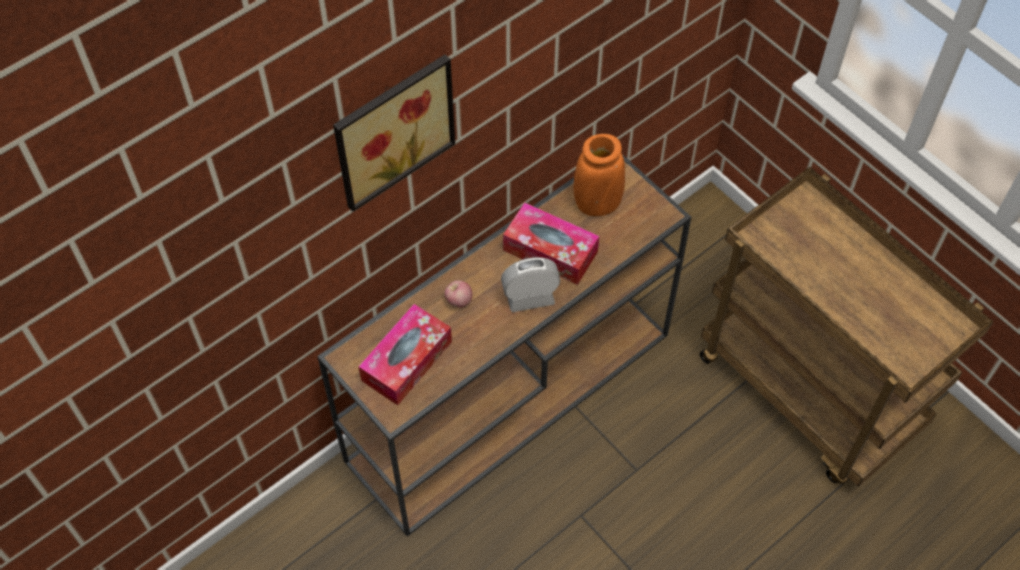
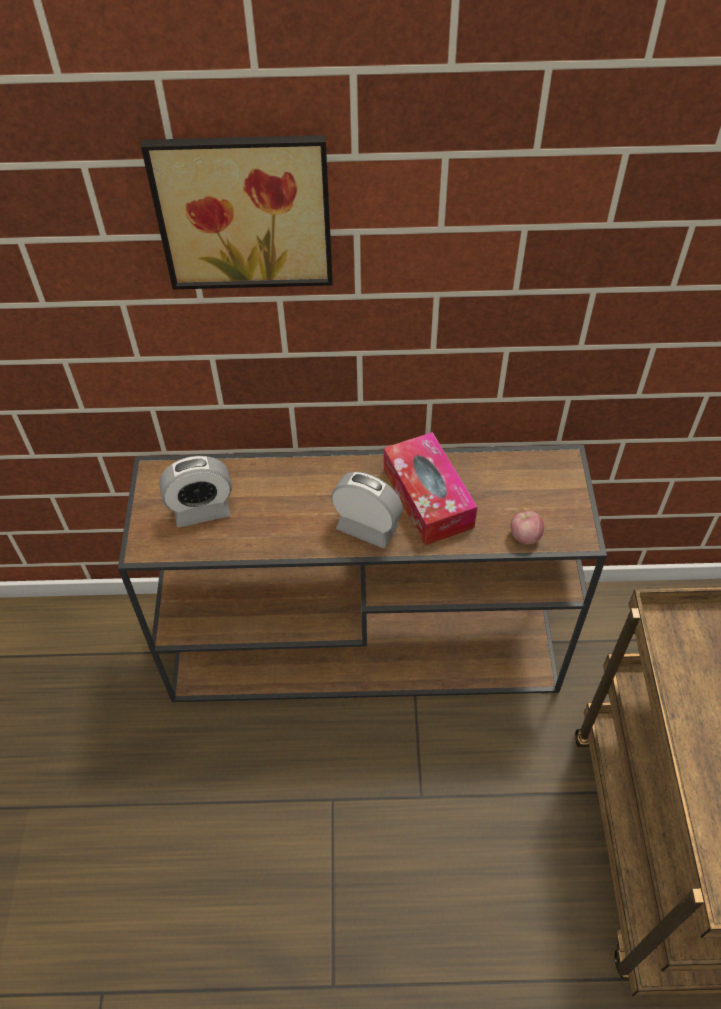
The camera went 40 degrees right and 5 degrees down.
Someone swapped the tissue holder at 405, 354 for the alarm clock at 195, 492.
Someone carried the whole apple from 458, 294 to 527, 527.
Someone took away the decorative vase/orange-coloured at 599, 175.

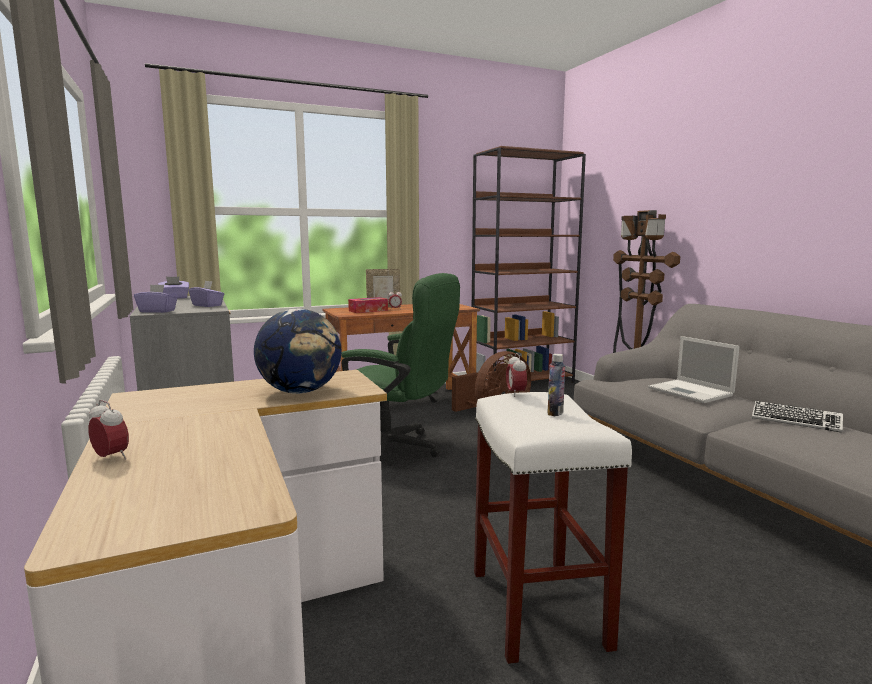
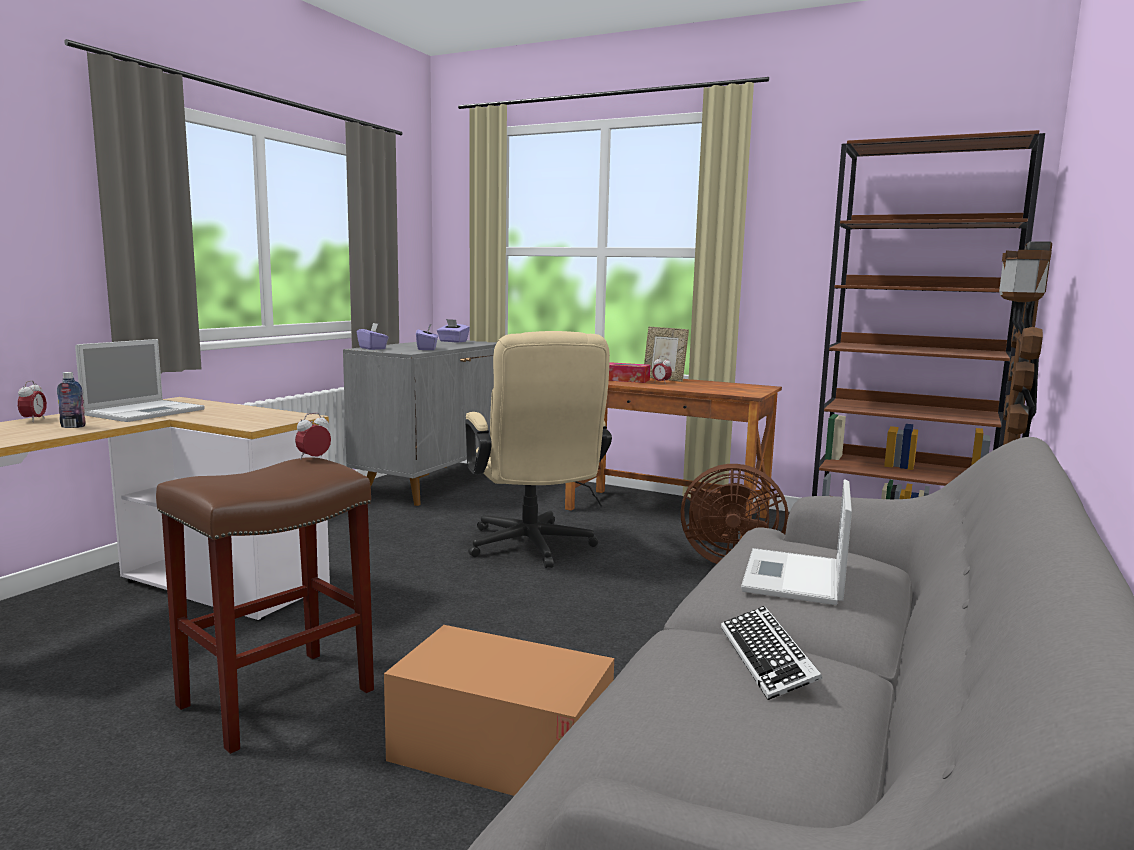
The camera went 50 degrees right and 0 degrees up.
Someone carried the drink bottle from 556, 385 to 71, 400.
Someone put down the laptop at 140, 380.
Someone repainted the sitting stool/whitish at 553, 528, which became the sitting stool/brown-coloured at 265, 605.
Someone put down the packing box at 499, 710.
Someone repainted the office chair/greenish at 400, 365, which became the office chair/beige-coloured at 538, 449.
Someone took away the desk globe at 297, 351.

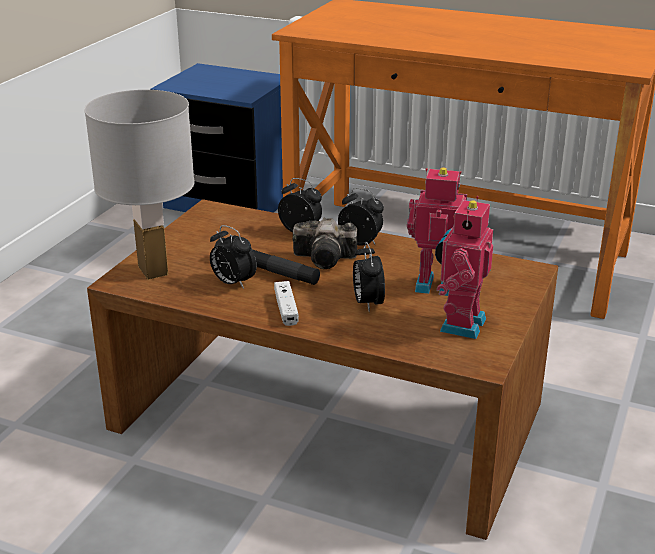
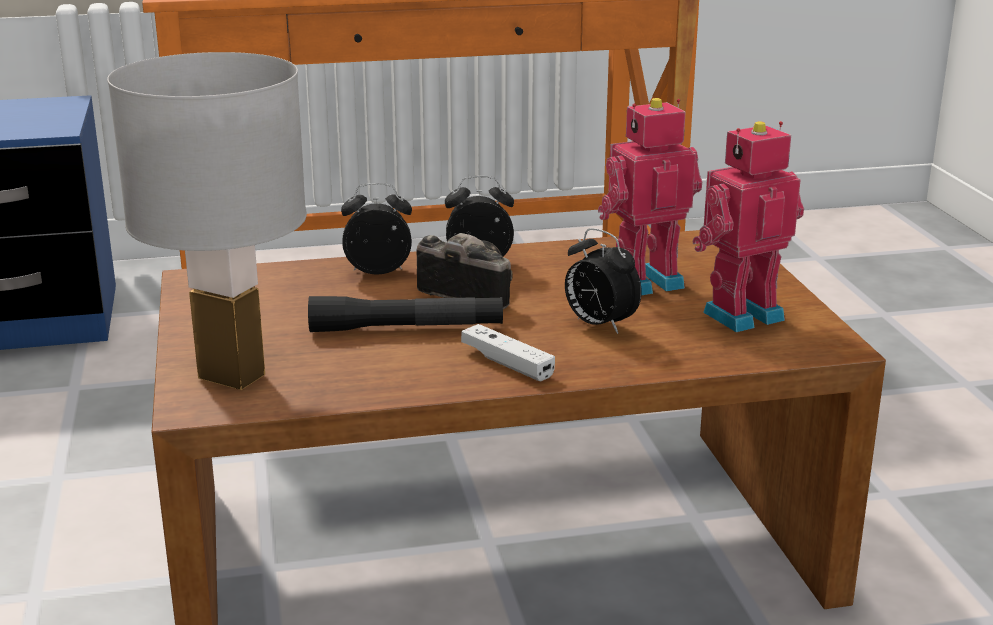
The camera went 35 degrees left and 5 degrees down.
Someone rotated the photo camera at 324, 243 by 120 degrees counterclockwise.
Someone rotated the robot figure at 464, 267 by 75 degrees clockwise.
Someone took away the alarm clock at 233, 257.

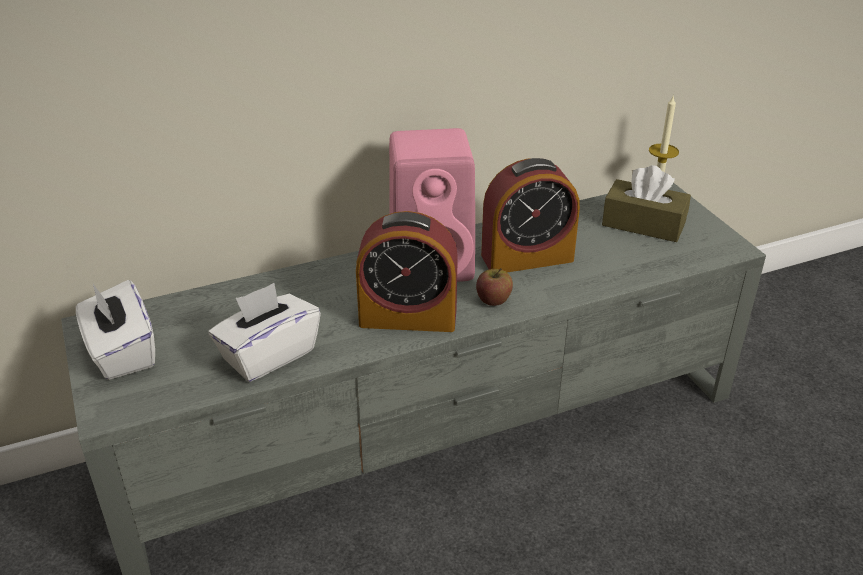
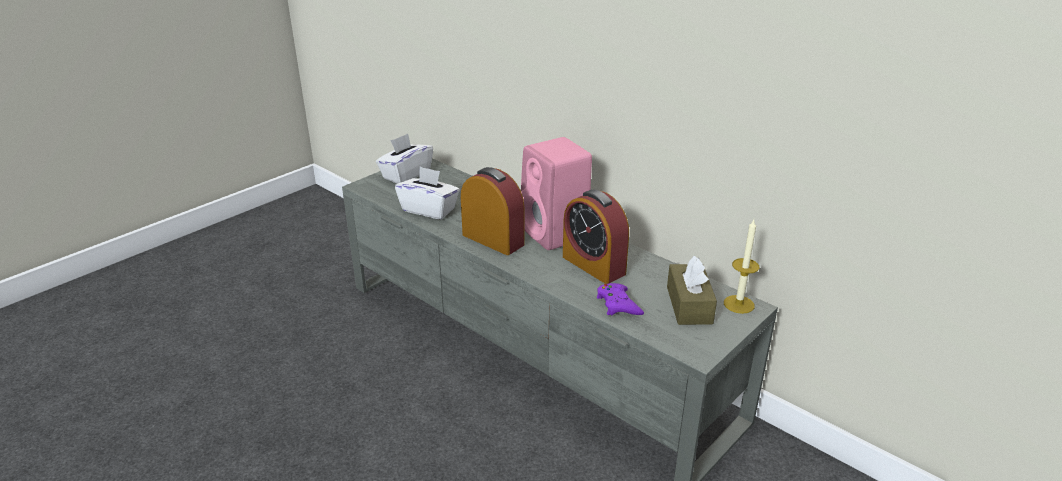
The camera went 65 degrees right and 5 degrees down.
Someone rotated the alarm clock at 407, 271 by 150 degrees clockwise.
Someone put down the joypad/purple at 620, 299.
Someone took away the whole apple at 494, 287.

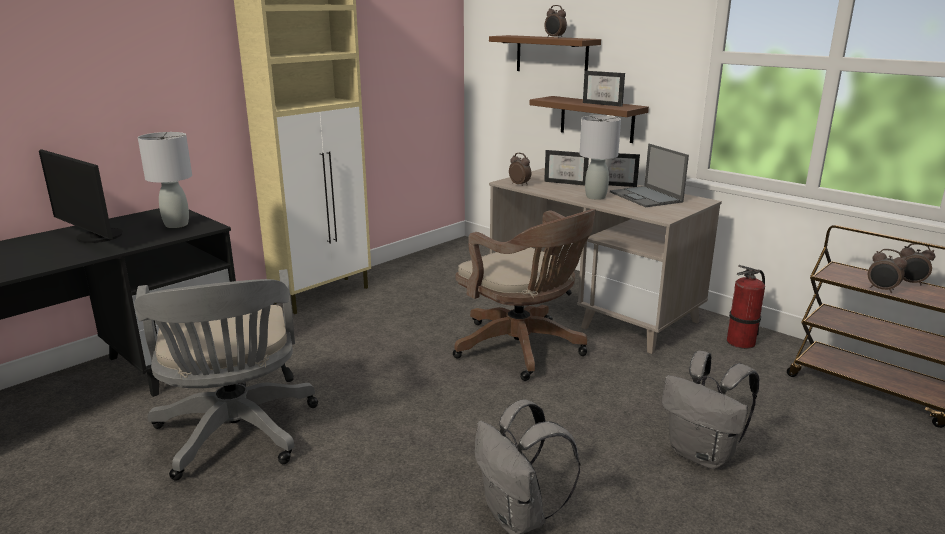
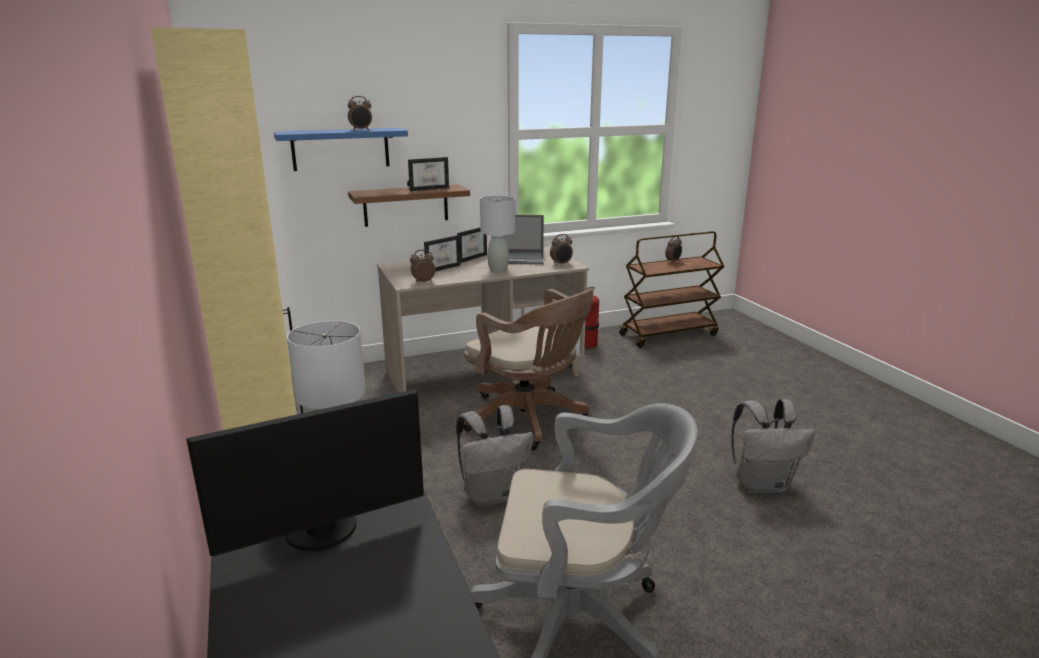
The camera went 65 degrees left and 0 degrees up.
Someone repainted the shelf/brown-coloured at 545, 53, which became the shelf/bluish at 341, 149.
Someone carried the knapsack/gray from 710, 410 to 494, 456.
Someone rotated the office chair/brown-coloured at 524, 295 by 60 degrees clockwise.
Someone carried the alarm clock from 887, 271 to 561, 249.

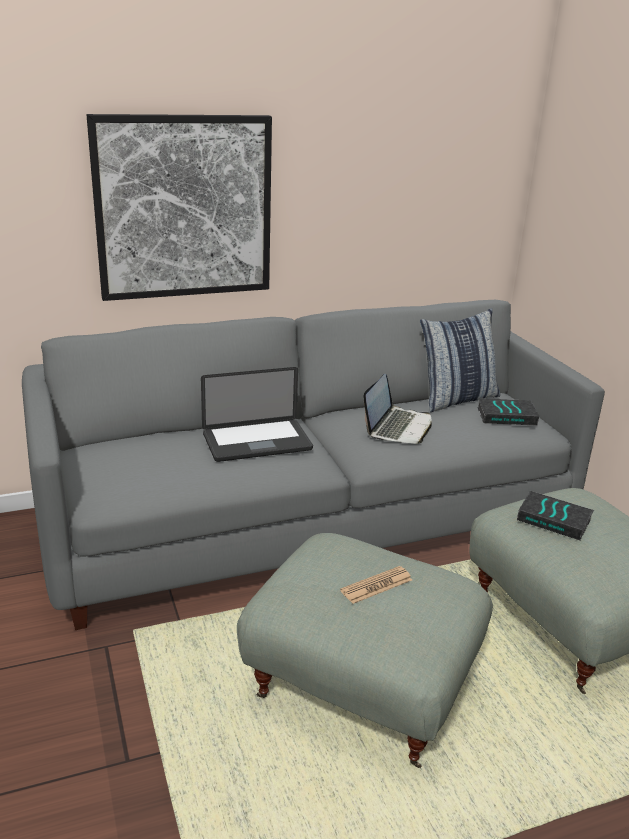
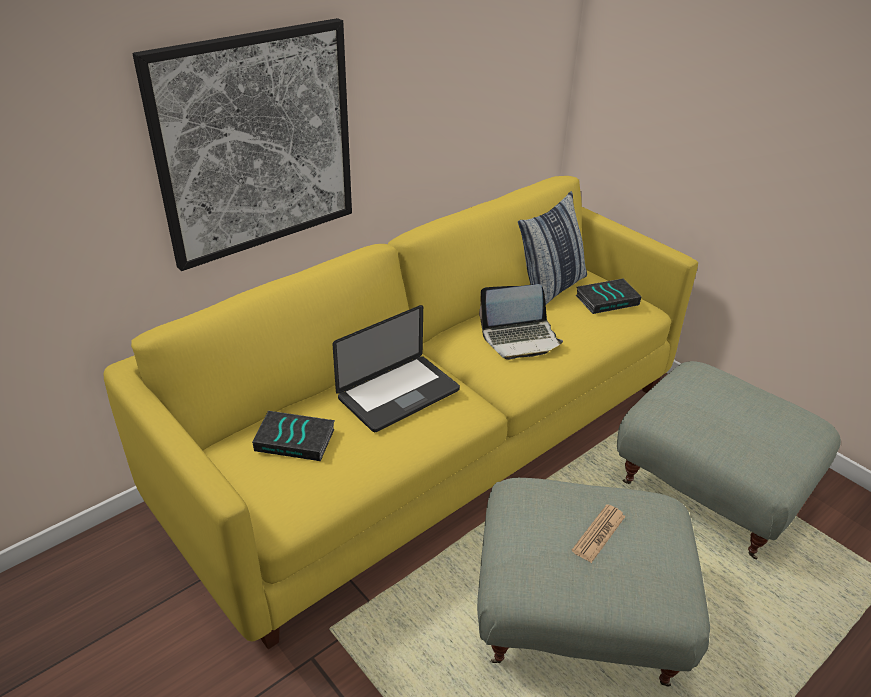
The camera went 20 degrees left and 10 degrees up.
Someone repainted the sofa/gray at 313, 465, which became the sofa/yellow-coloured at 400, 412.
Someone carried the bound book from 555, 515 to 293, 436.
Someone rotated the laptop at 397, 409 by 75 degrees clockwise.

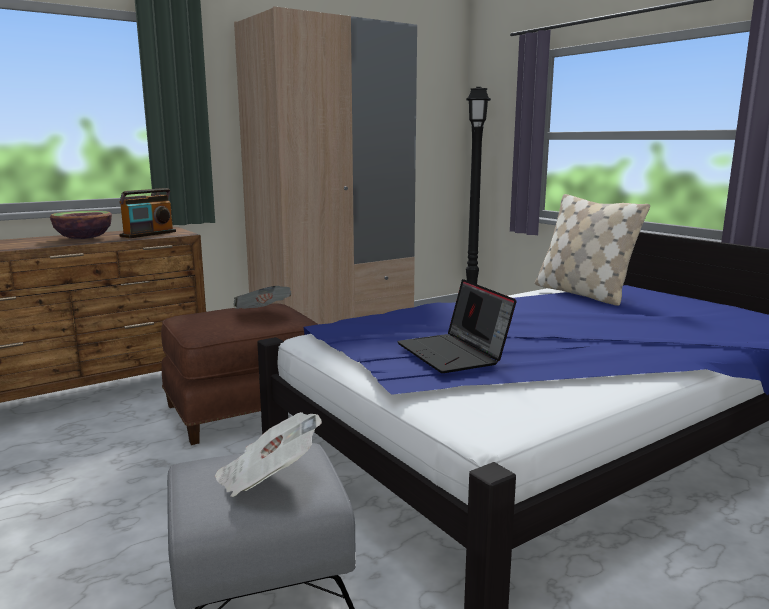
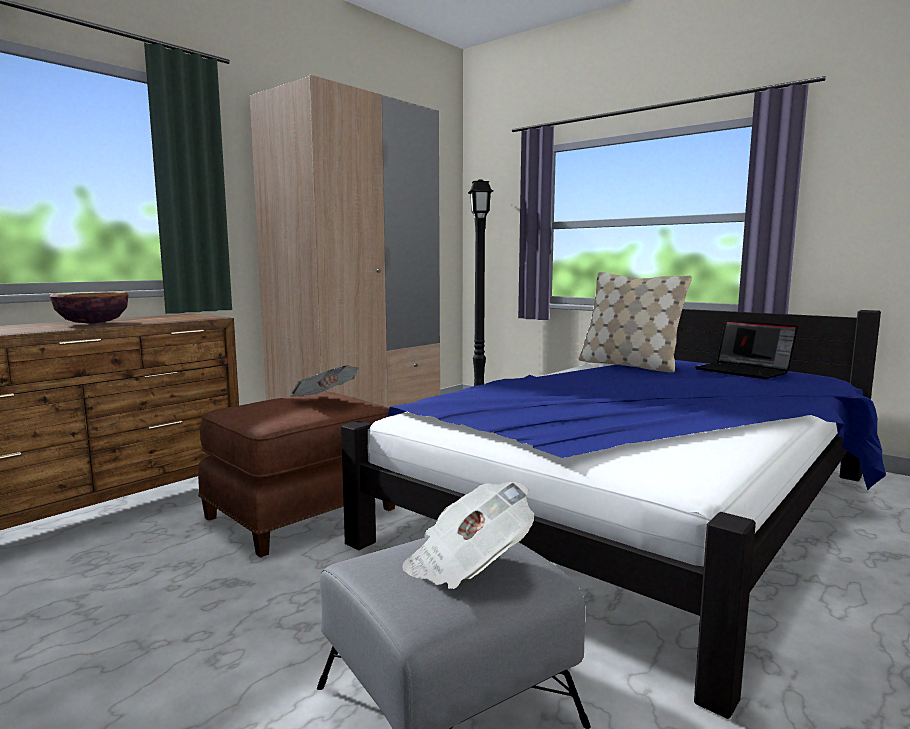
The camera went 15 degrees left and 5 degrees down.
Someone carried the laptop from 457, 326 to 746, 349.
Someone took away the radio set at 147, 213.

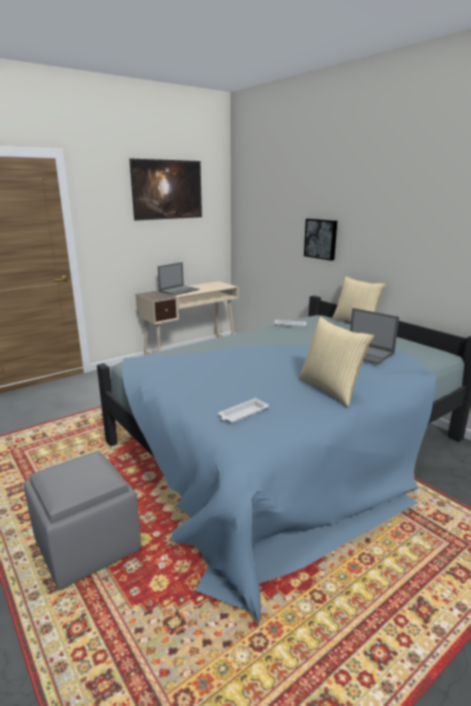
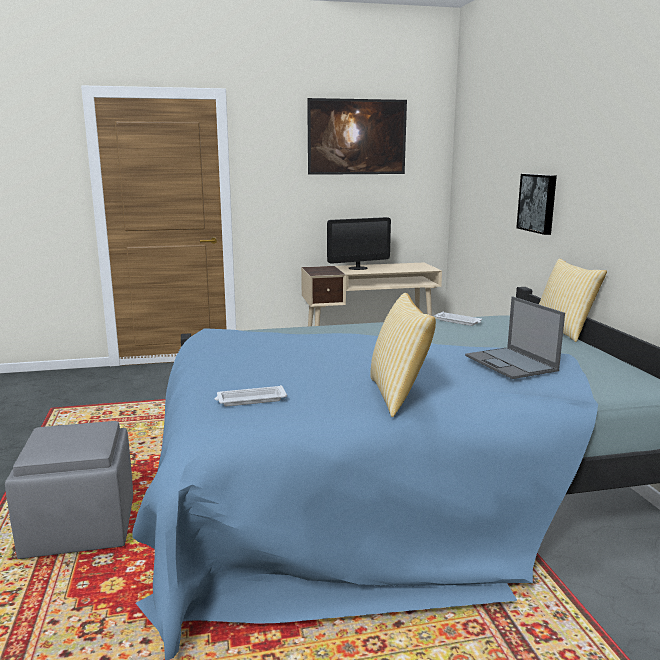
The camera went 25 degrees right and 5 degrees down.
Someone swapped the laptop at 178, 279 for the computer screen at 359, 243.

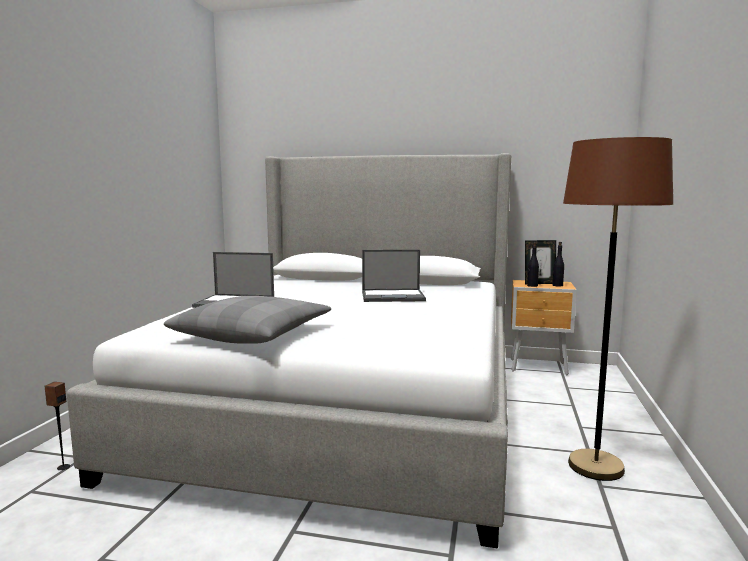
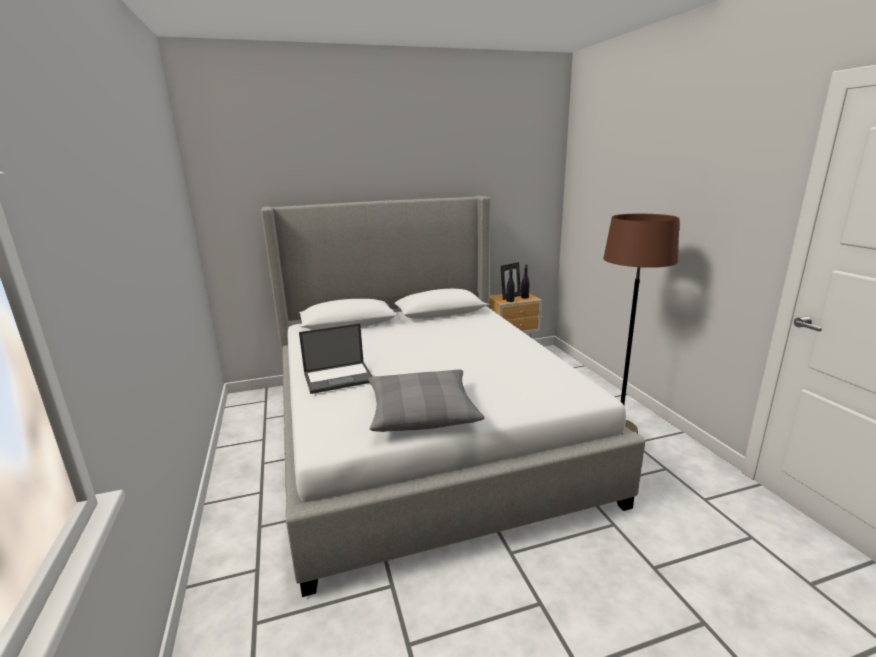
The camera went 30 degrees left and 10 degrees up.
Someone took away the speaker at 57, 426.
Someone took away the laptop at 394, 276.

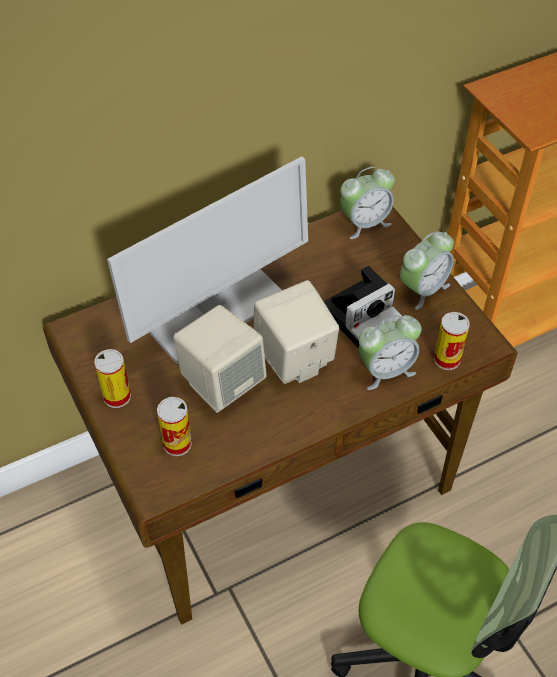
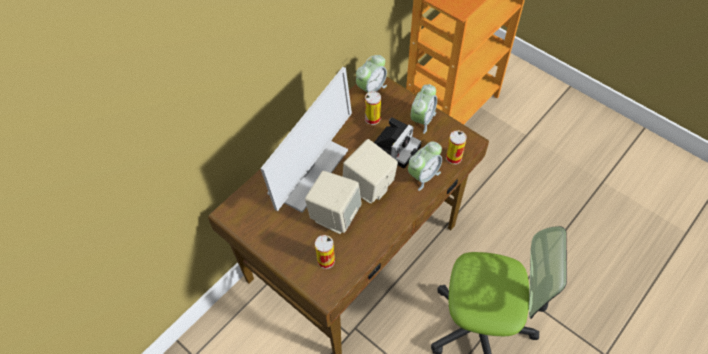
The camera went 20 degrees left and 5 degrees up.
Someone carried the can from 112, 378 to 373, 108.

